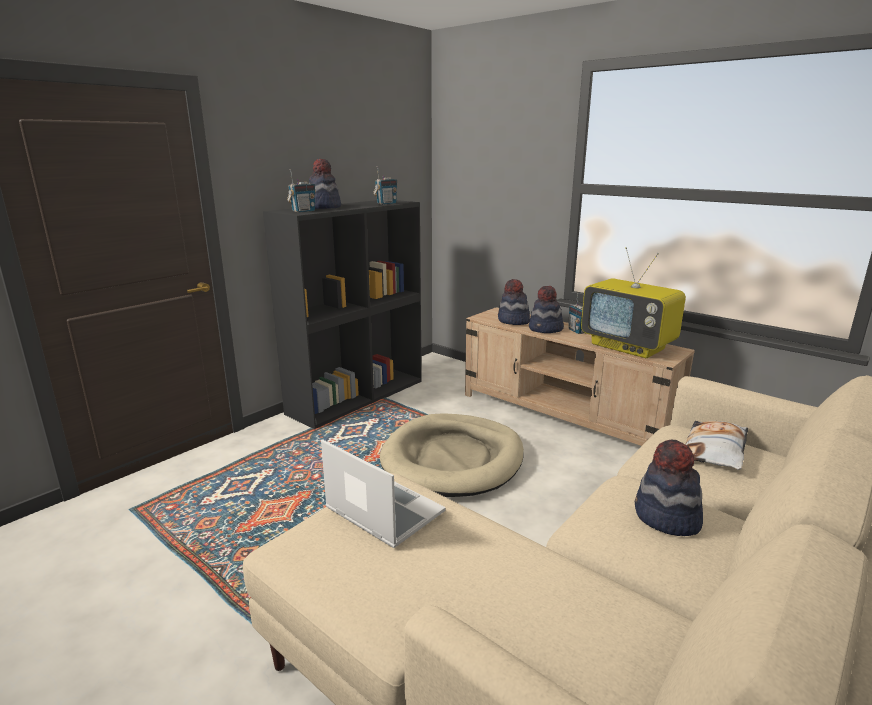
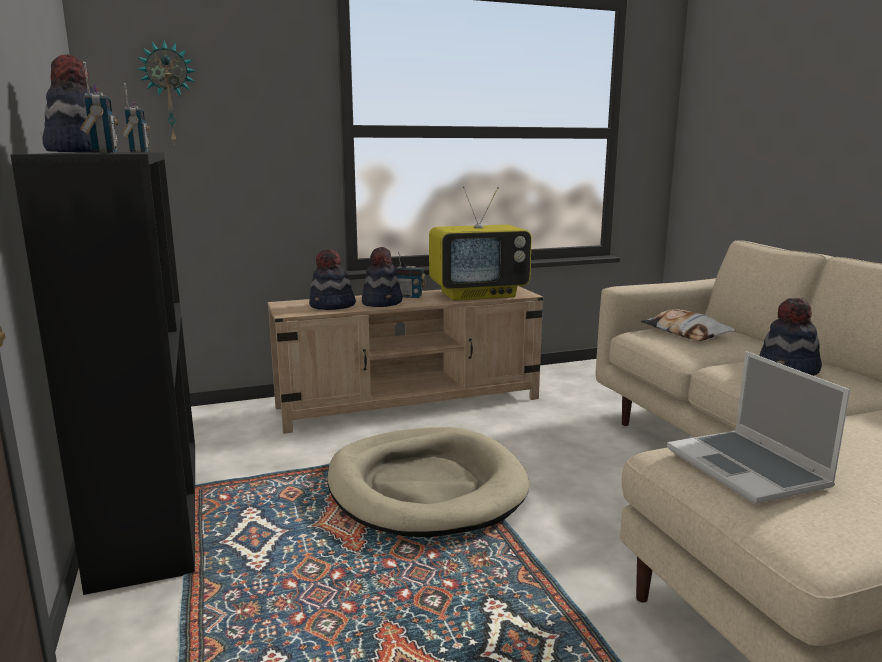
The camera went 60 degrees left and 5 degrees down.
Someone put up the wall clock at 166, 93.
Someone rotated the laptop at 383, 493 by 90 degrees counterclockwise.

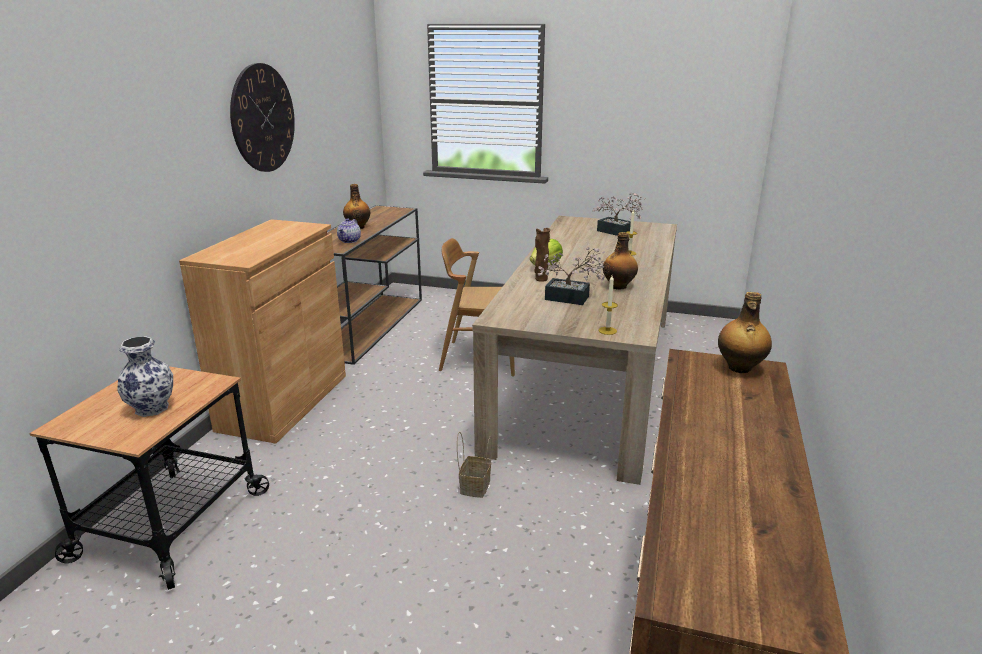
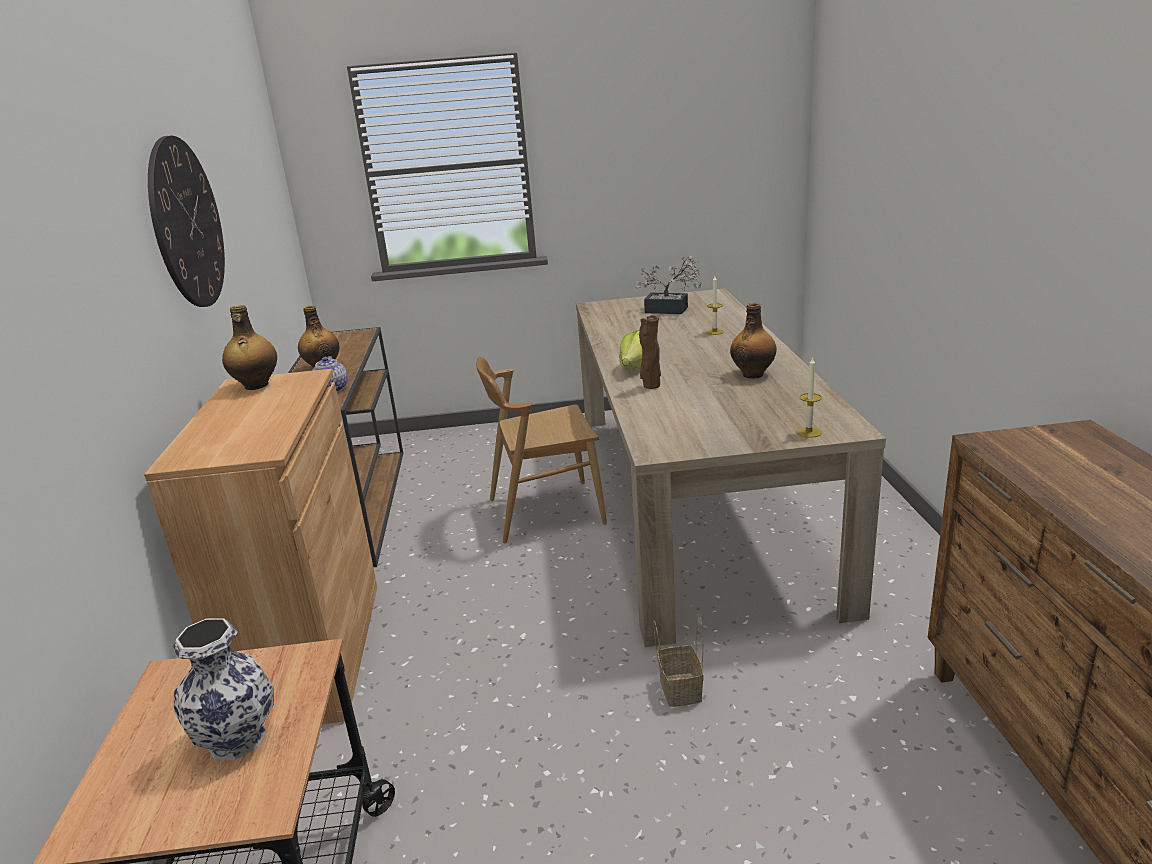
The camera went 20 degrees left and 0 degrees up.
Someone carried the drink bottle from 745, 332 to 249, 347.
Someone took away the plant in a pot at 571, 276.

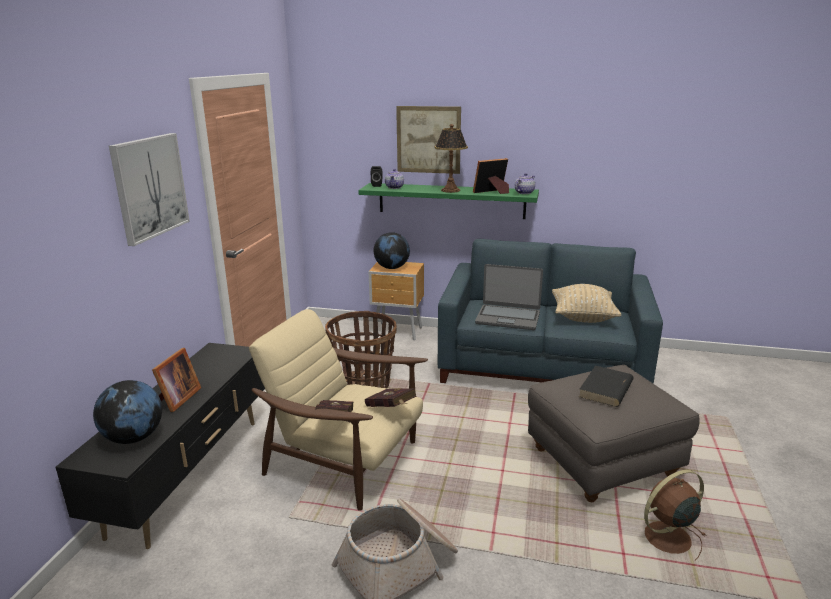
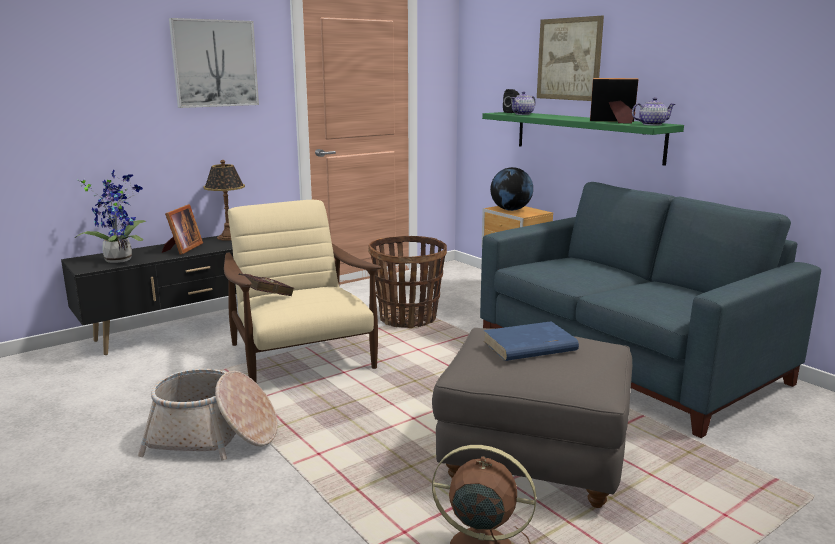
The camera went 40 degrees right and 5 degrees down.
Someone swapped the desk globe at 127, 412 for the plant in a pot at 110, 216.
Someone rotated the photo frame at 176, 380 by 45 degrees counterclockwise.
Someone carried the tabletop lamp from 451, 158 to 224, 200.
Someone repainted the bound book/black at 606, 386, which became the bound book/bluish at 531, 341.
Someone took away the bound book/reddish at 391, 397.
Someone took away the laptop at 509, 297.
Someone took away the cushion/beige-coloured at 586, 303.

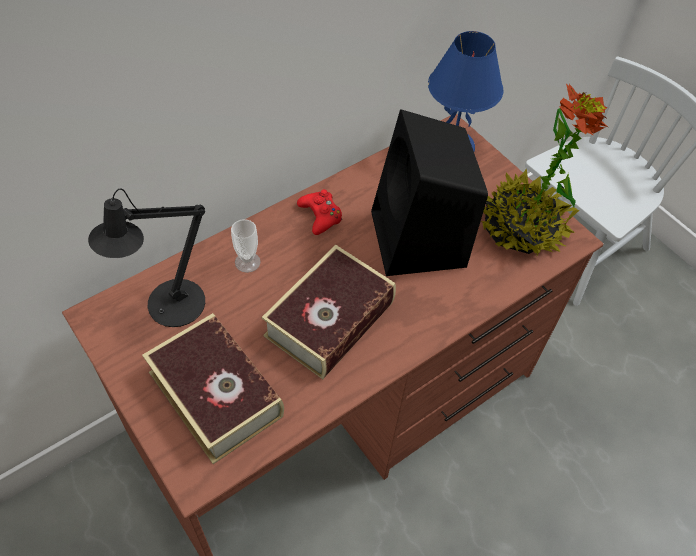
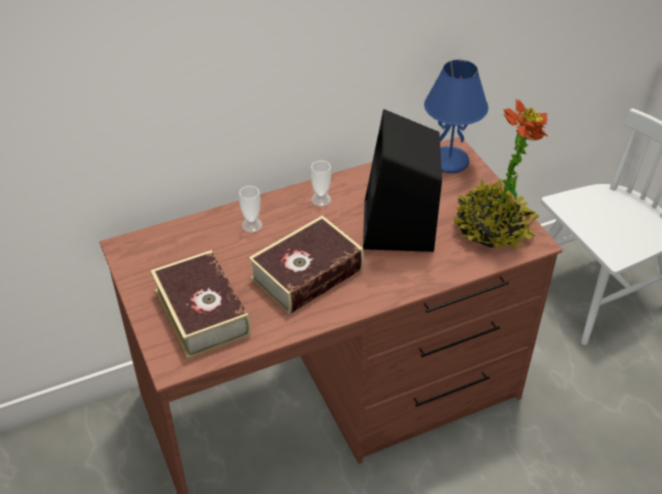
The camera went 15 degrees right and 10 degrees down.
Someone swapped the joypad/reddish at 319, 212 for the small cup at 321, 184.
Someone took away the tabletop lamp/black at 146, 257.

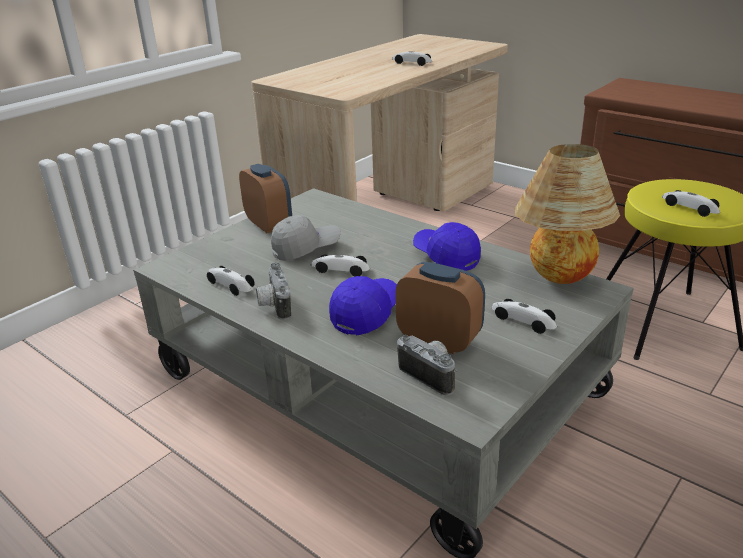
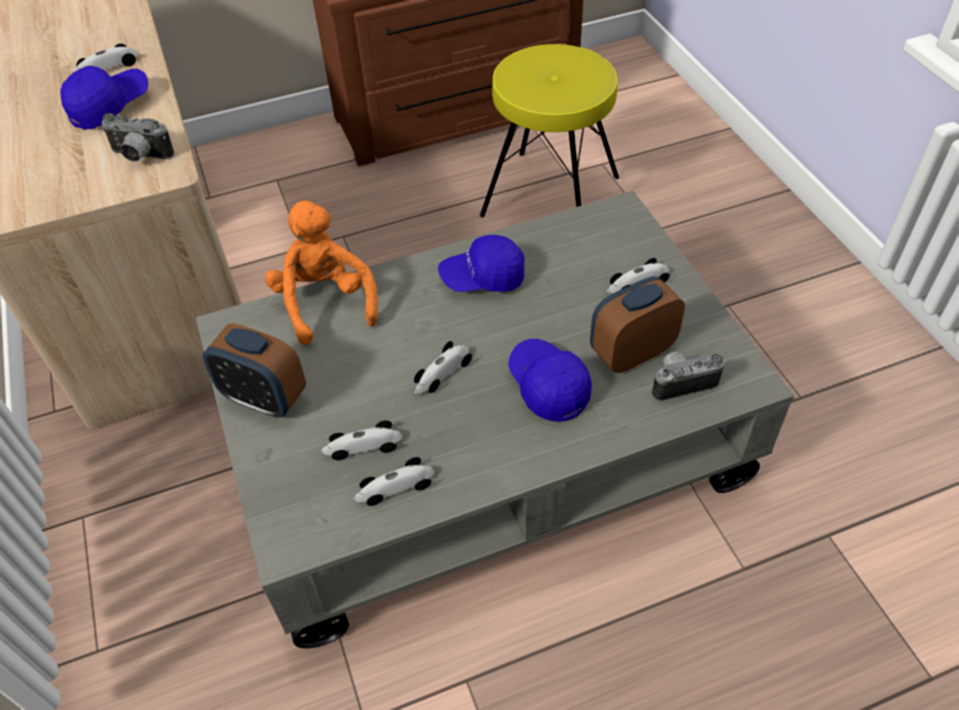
The camera went 60 degrees left and 20 degrees up.
Someone put down the cap/bluish at 104, 98.
Someone carried the photo camera from 273, 291 to 138, 137.
Someone rotated the alarm clock at 265, 198 by 150 degrees counterclockwise.
Someone put down the cuddly toy/orange-coloured at 321, 272.
Someone carried the toy car from 691, 203 to 361, 440.
Someone took away the cap/gray at 306, 237.
Someone took away the tabletop lamp at 567, 214.

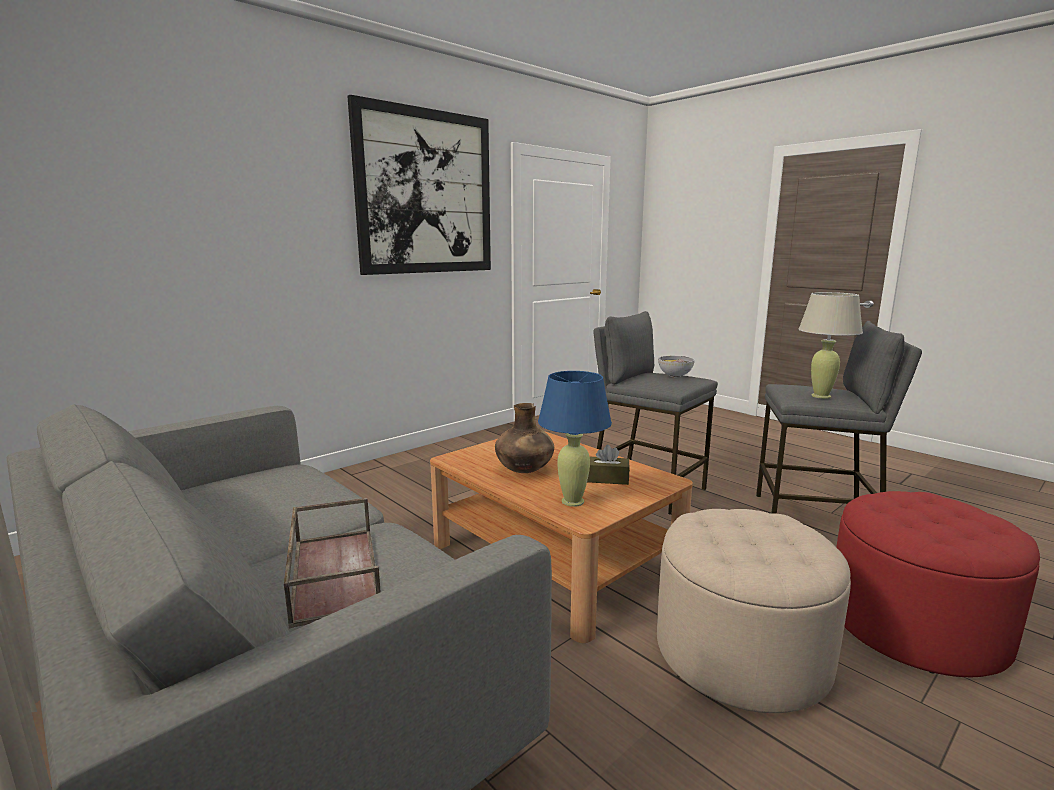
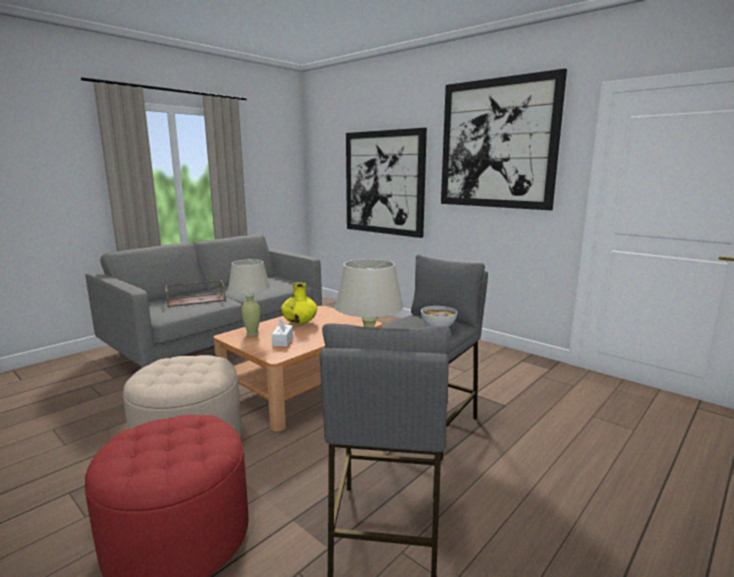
The camera went 85 degrees right and 0 degrees up.
Someone repainted the tabletop lamp/bluish at 575, 439, which became the tabletop lamp/beige-coloured at 249, 297.
Someone repainted the tissue holder/brown-coloured at 608, 465, which became the tissue holder/whitish at 282, 332.
Someone repainted the decorative vase/brown-coloured at 524, 438, which became the decorative vase/yellow-coloured at 299, 303.
Someone put up the wall picture at 386, 183.

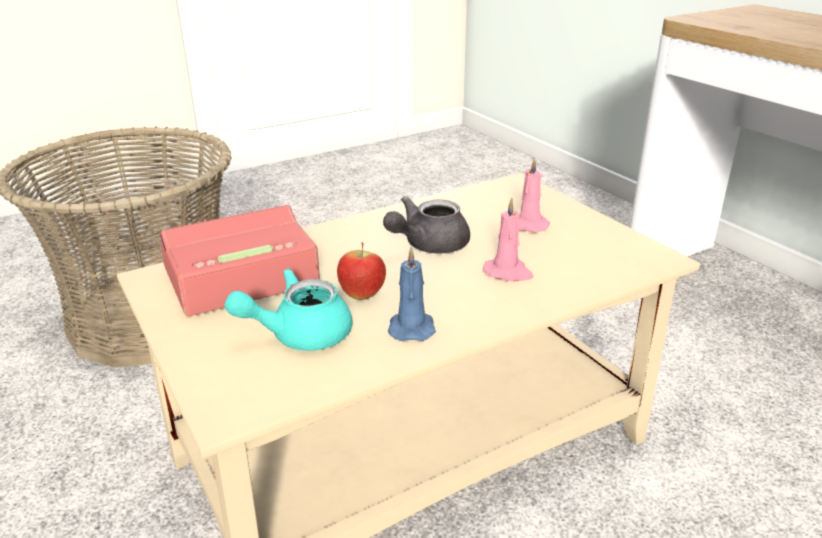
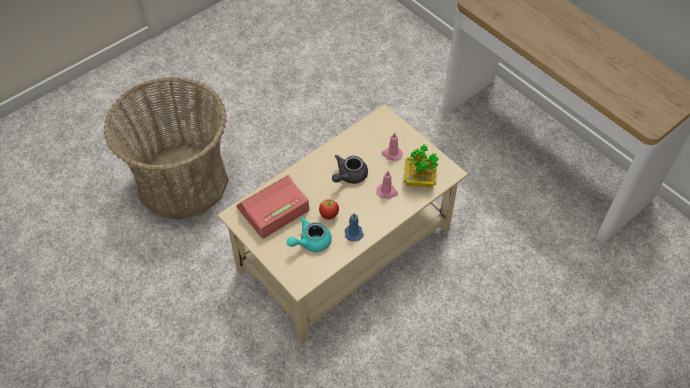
The camera went 10 degrees left and 25 degrees up.
Someone put down the plant in a pot at 421, 166.

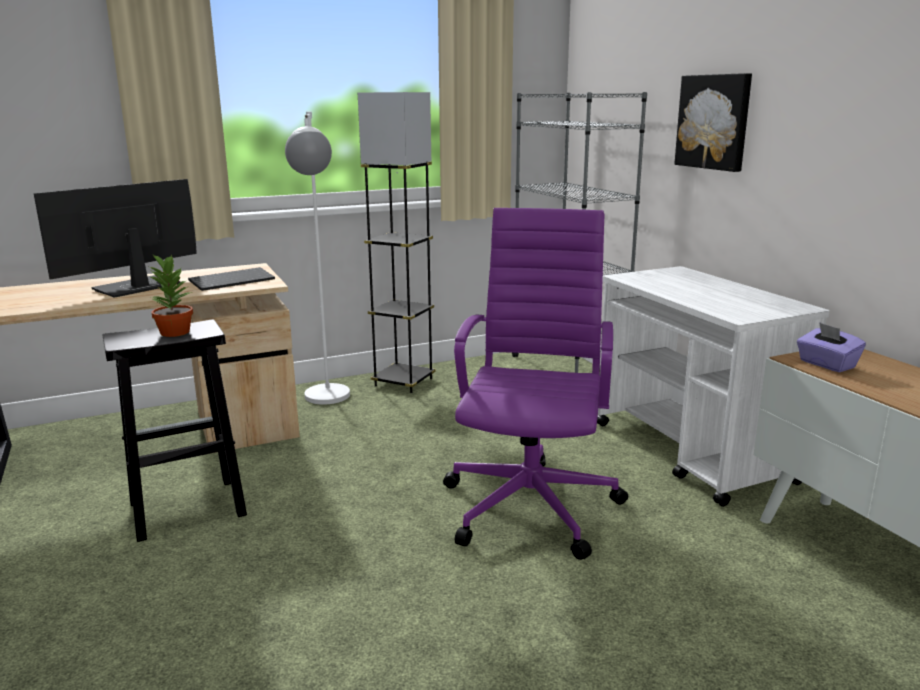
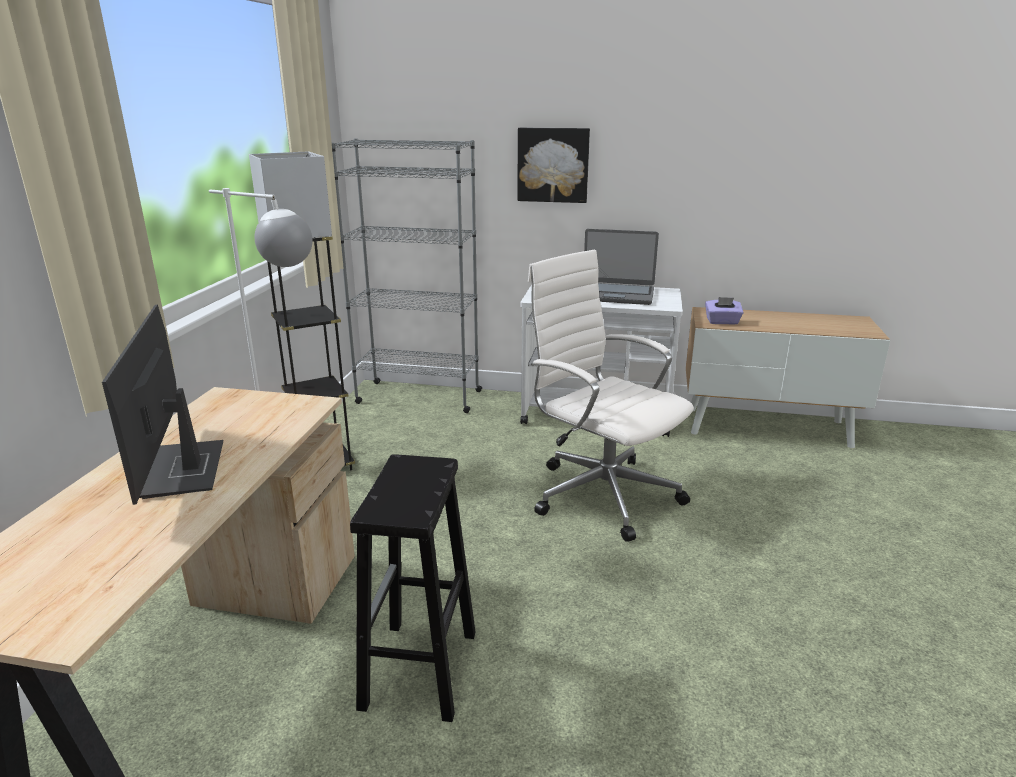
The camera went 55 degrees left and 5 degrees up.
Someone repainted the office chair/purple at 535, 384, which became the office chair/whitish at 611, 395.
Someone put down the laptop at 621, 267.
Someone took away the plant in a pot at 171, 295.
Someone took away the PC keyboard at 231, 279.

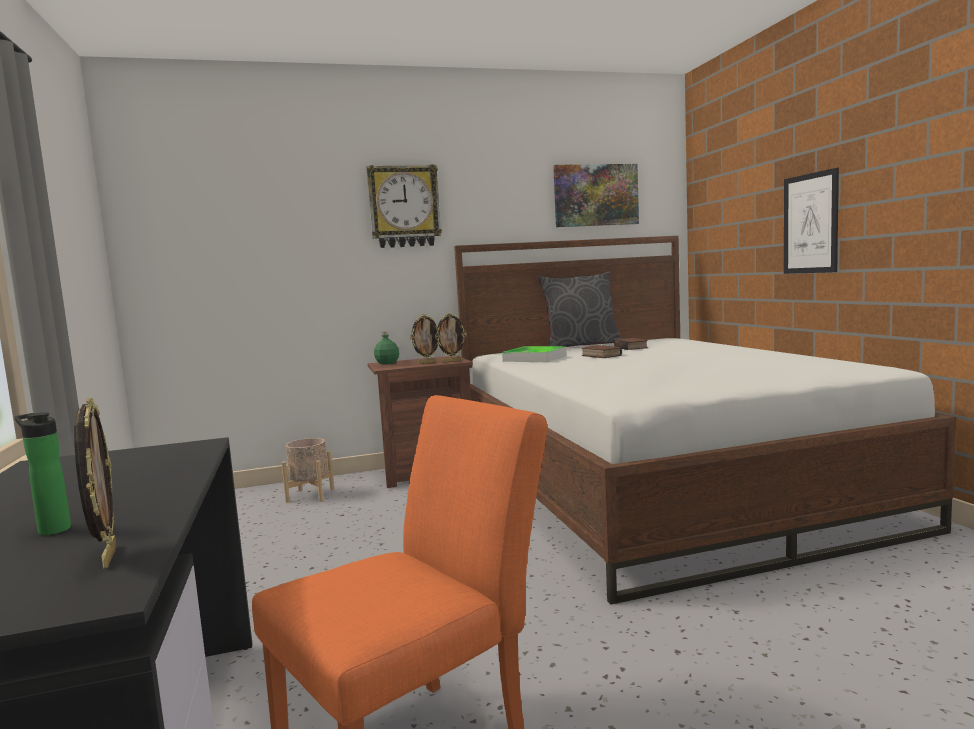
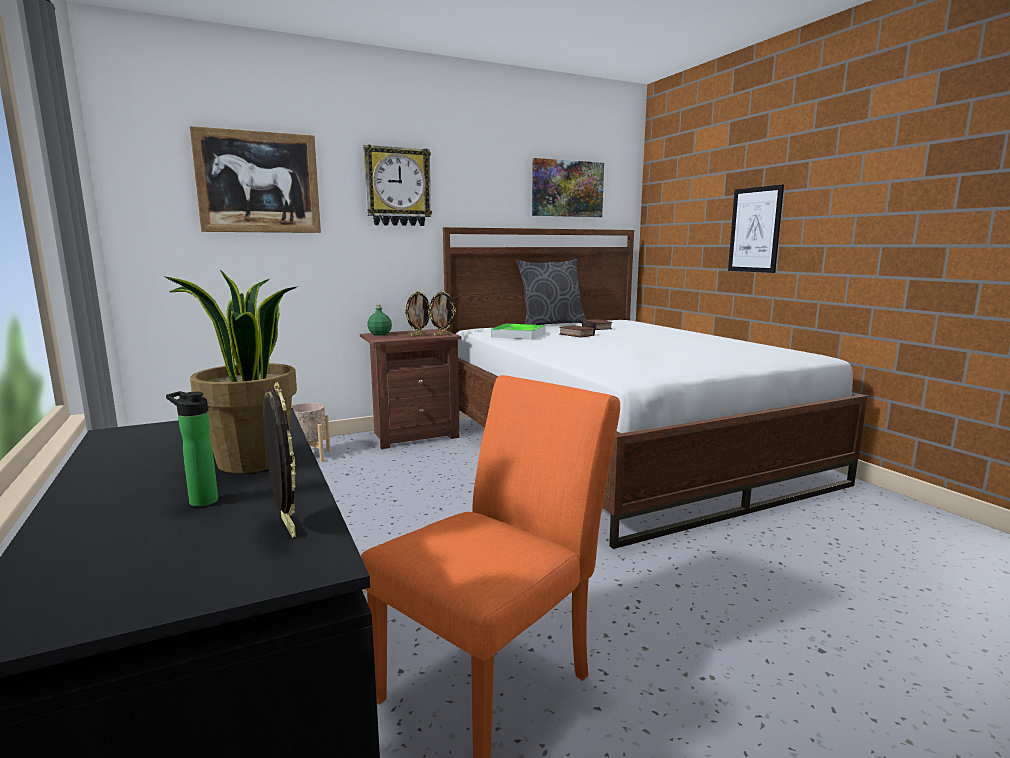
The camera went 10 degrees left and 5 degrees up.
Someone put down the plant in a pot at 231, 371.
Someone put up the wall picture at 255, 179.

